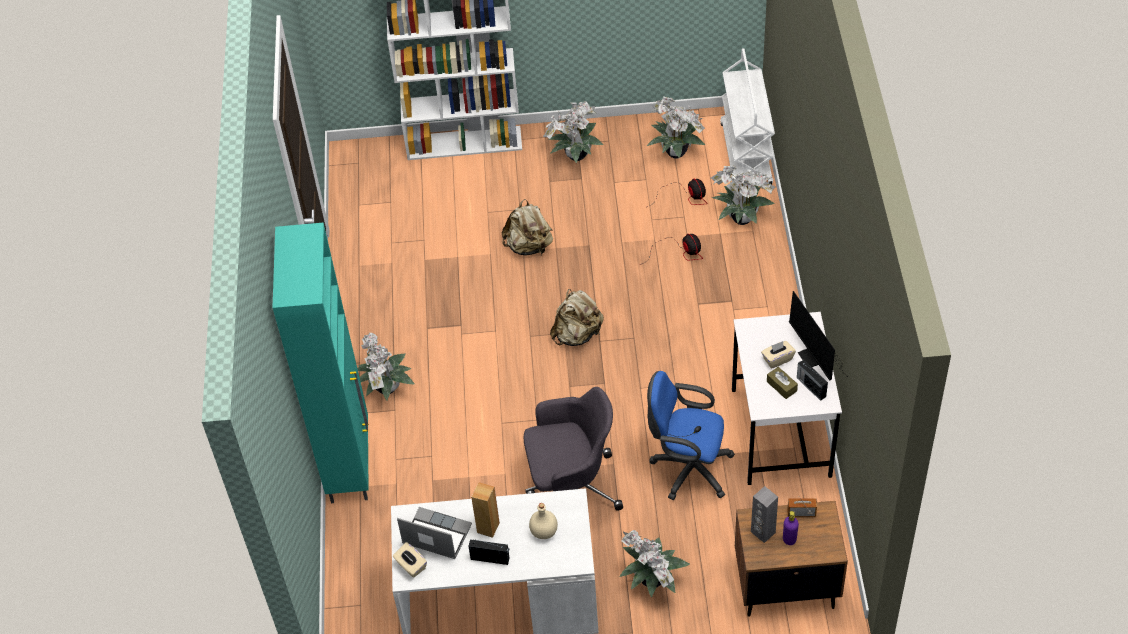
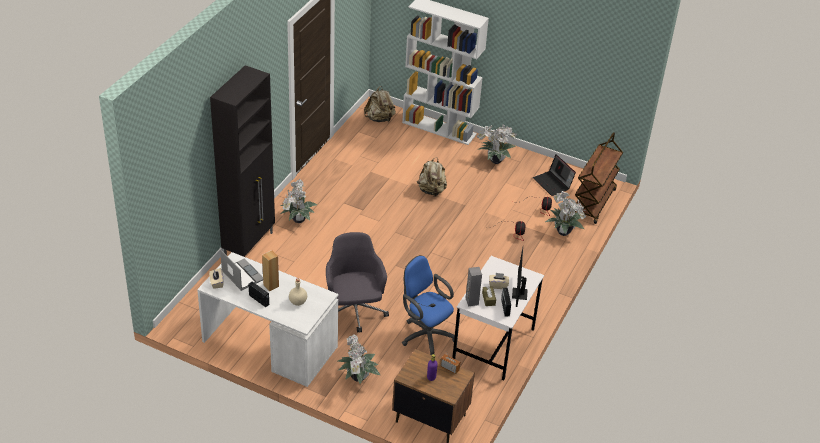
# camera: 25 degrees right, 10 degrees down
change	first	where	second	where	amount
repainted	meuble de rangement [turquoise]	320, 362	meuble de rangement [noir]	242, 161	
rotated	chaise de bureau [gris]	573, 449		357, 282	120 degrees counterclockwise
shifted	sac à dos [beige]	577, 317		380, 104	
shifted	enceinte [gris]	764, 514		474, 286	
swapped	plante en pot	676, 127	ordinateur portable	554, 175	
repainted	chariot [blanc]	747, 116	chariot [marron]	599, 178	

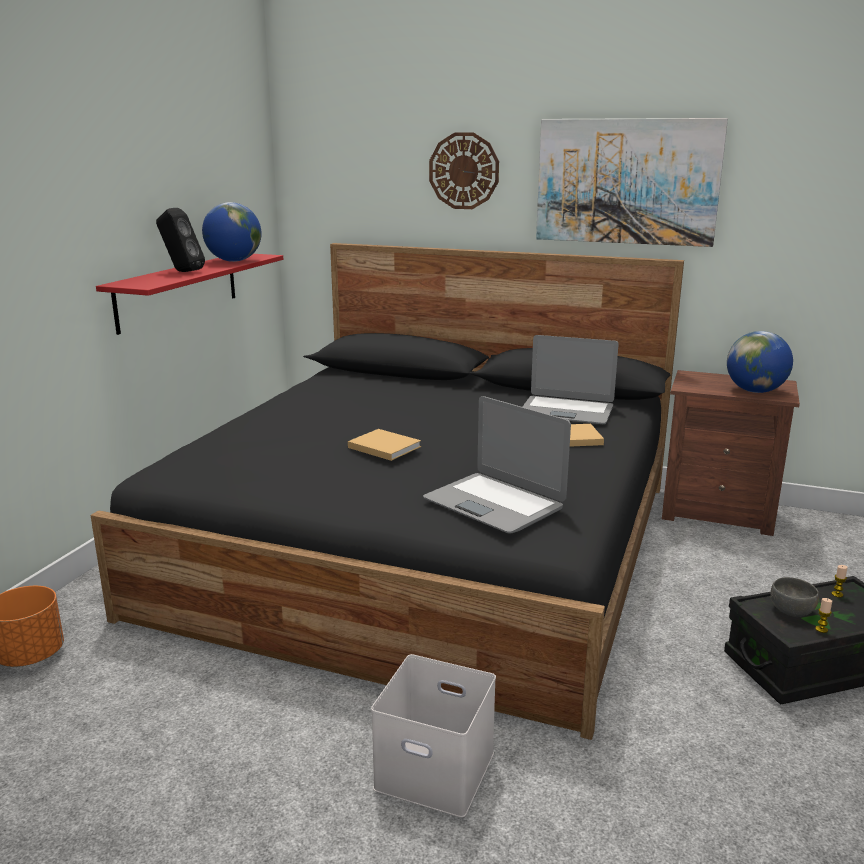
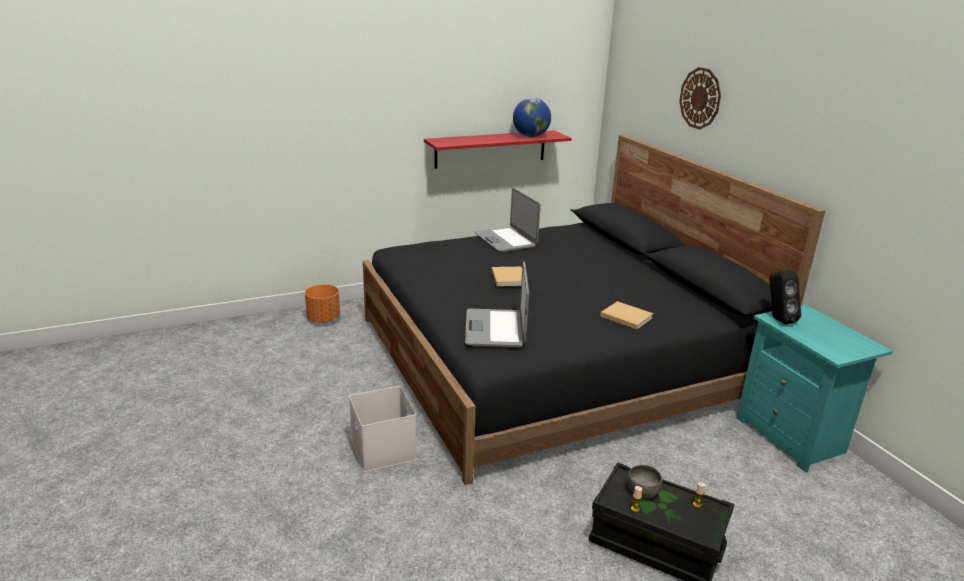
# camera: 45 degrees right, 5 degrees up
change	first	where	second	where	amount
shifted	ordinateur portable	571, 379		507, 220	
repainted	table de chevet [marron]	731, 453	table de chevet [turquoise]	814, 388	
shifted	enceinte [noir]	180, 240		785, 297	
gone	tableau	632, 182			
gone	globe	760, 362			

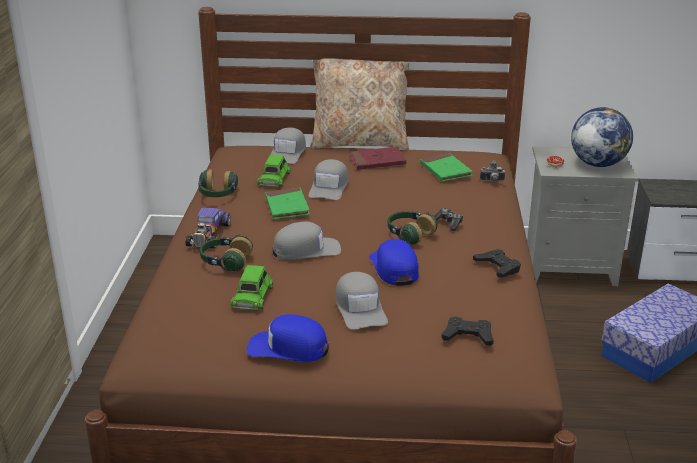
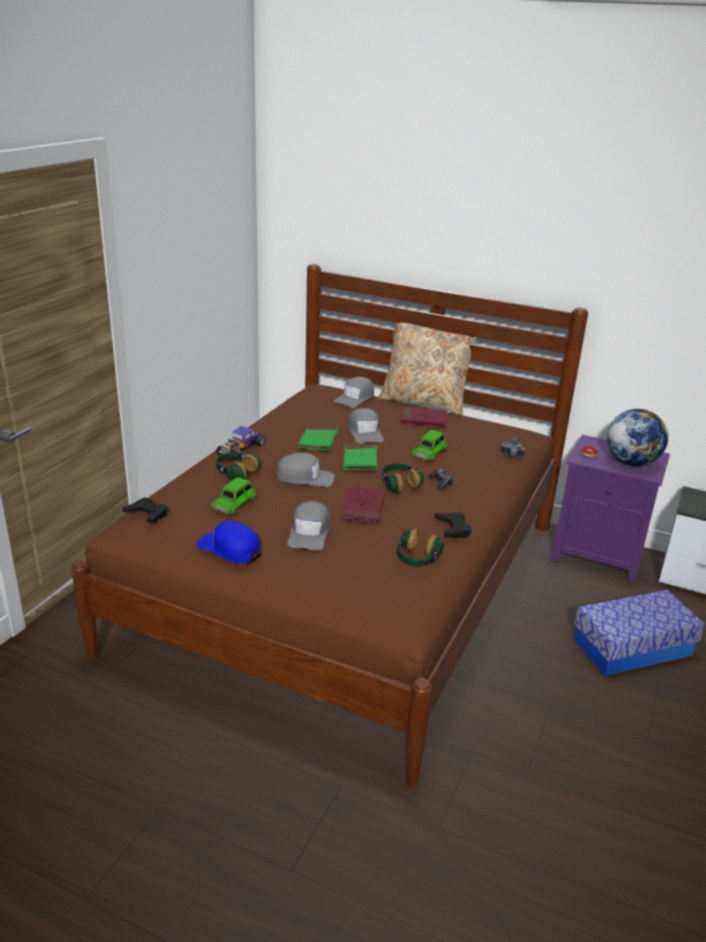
# camera: 20 degrees right, 0 degrees up
change	first	where	second	where	amount
shifted	manette [noir]	467, 331		145, 510	
swapped	casquette [bleu]	394, 262	livre [rouge]	363, 505	
shifted	livre [vert]	446, 167		360, 457	
rotated	casquette [gris]	328, 179		366, 425	45 degrees counterclockwise
shifted	casque audio	218, 183		420, 547	
shifted	petite voiture [vert]	273, 171		429, 445	
repainted	table de chevet [gris]	583, 216	table de chevet [violet]	611, 509	

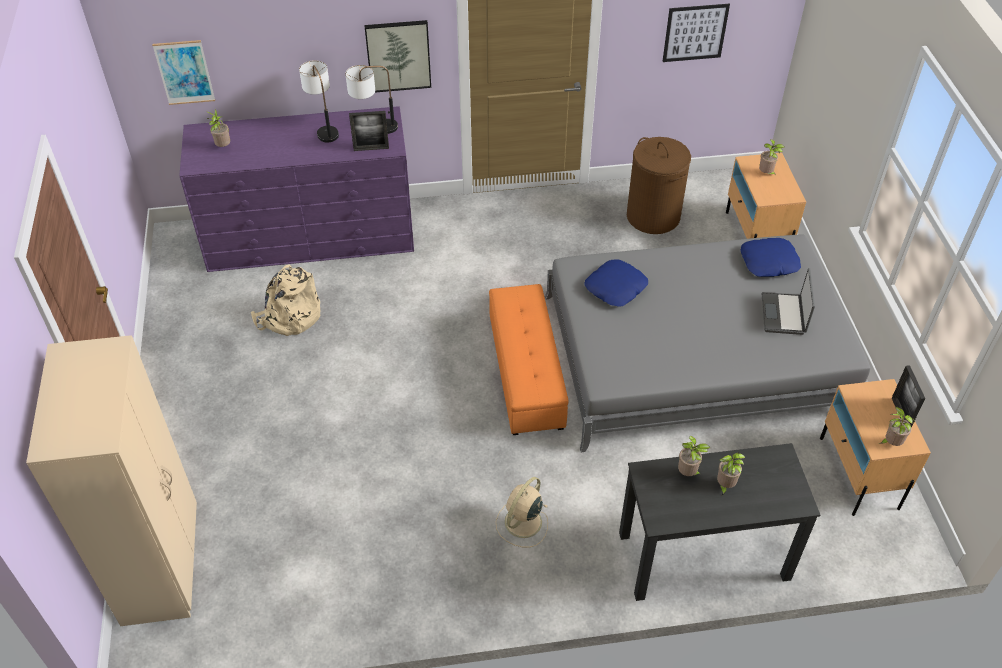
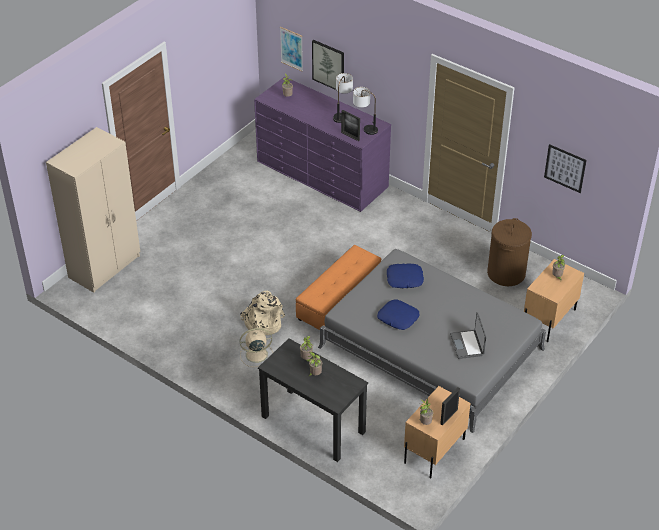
# camera: 45 degrees right, 5 degrees down
change	first	where	second	where	amount
shifted	sac à dos [beige]	285, 300		262, 313	
shifted	tableau	397, 56		328, 65	
shifted	coussin [bleu]	771, 257		398, 315	
rotated	ordinateur portable	788, 301		468, 335	60 degrees counterclockwise

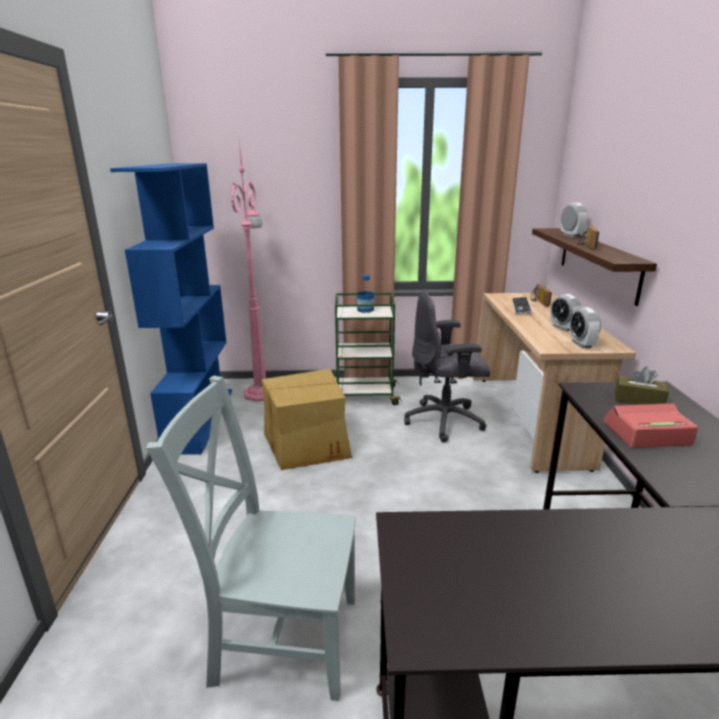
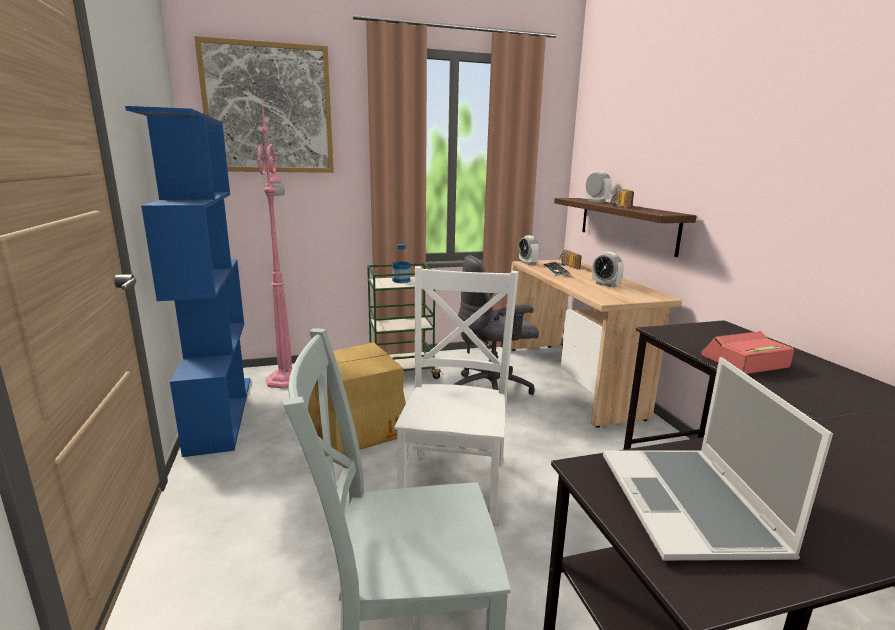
# camera: 15 degrees left, 5 degrees down
change	first	where	second	where	amount
new			tableau	264, 104	
new			chaise [blanc]	456, 395	
shifted	réveil	585, 327		529, 250	
new			ordinateur portable	718, 459	
gone	boîte à mouchoirs [marron]	642, 386			

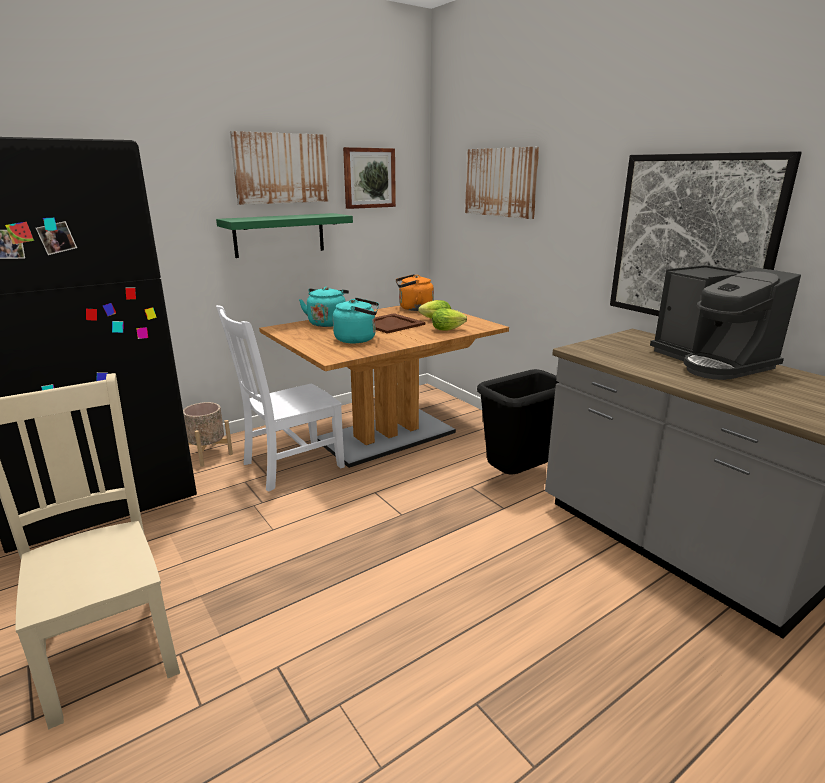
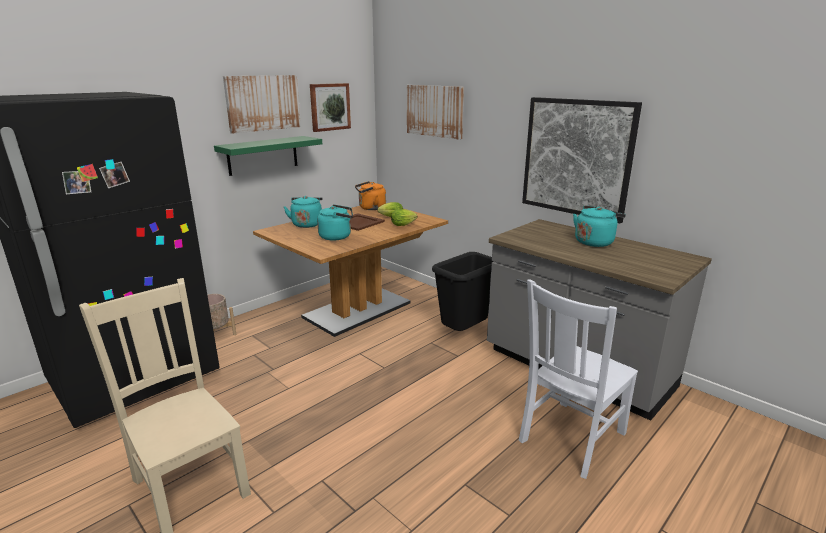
# camera: 10 degrees left, 0 degrees up
change	first	where	second	where	amount
shifted	chaise [blanc]	280, 398		578, 379	
swapped	machine à café	725, 322	bouilloire [turquoise]	599, 226	

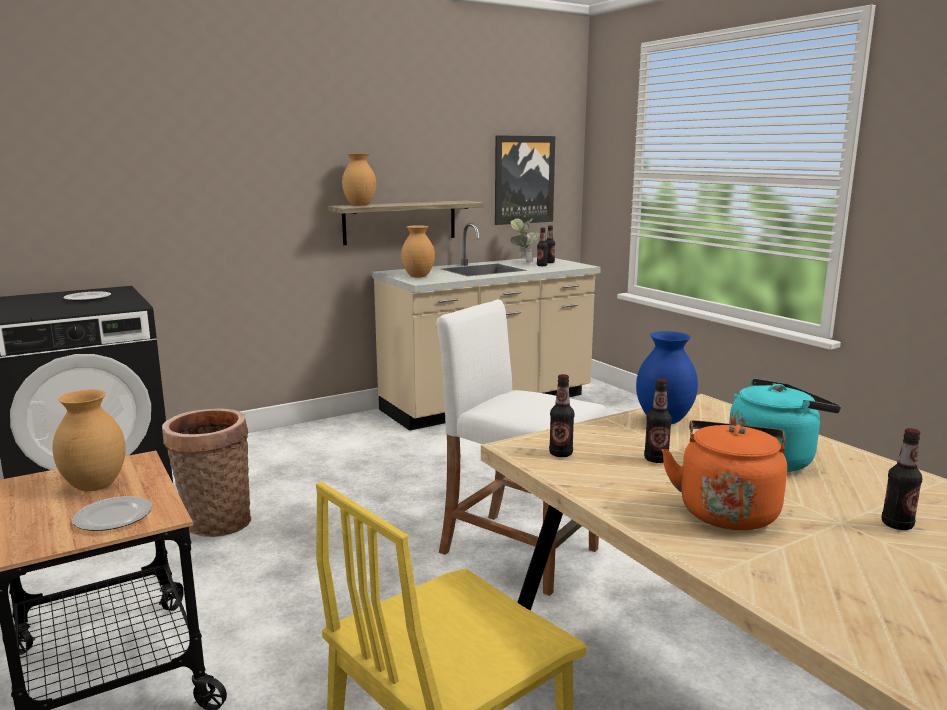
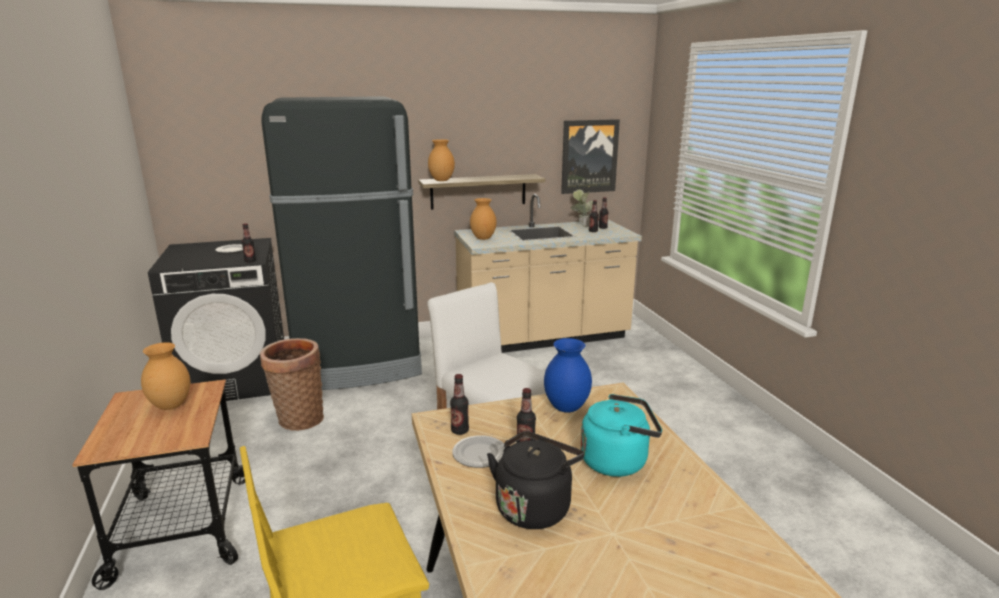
# camera: 15 degrees right, 5 degrees up
change	first	where	second	where	amount
shifted	bouteille	902, 479		249, 243	
new			réfrigérateur [noir]	341, 243	
shifted	assiette	112, 513		478, 451	
repainted	bouilloire [orange]	724, 475	bouilloire [noir]	535, 480	

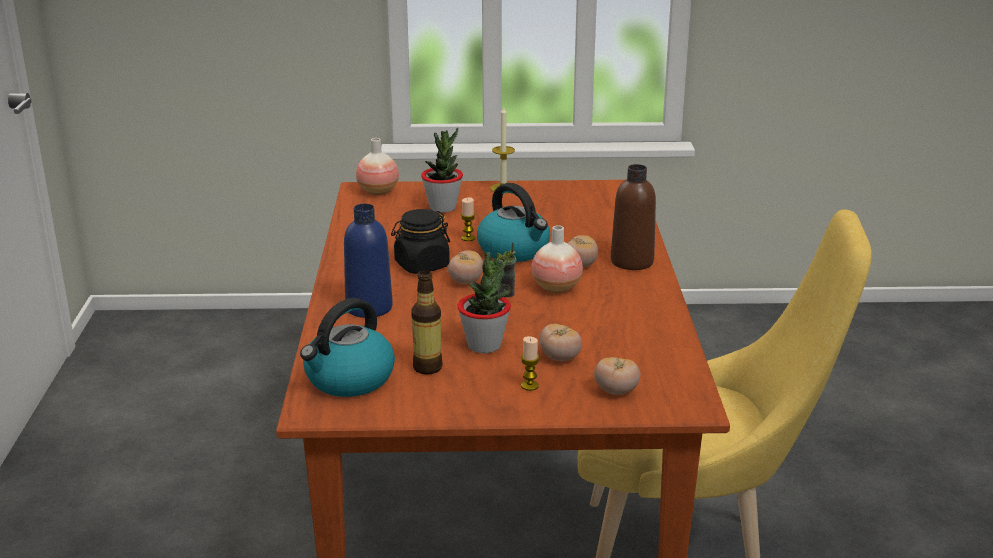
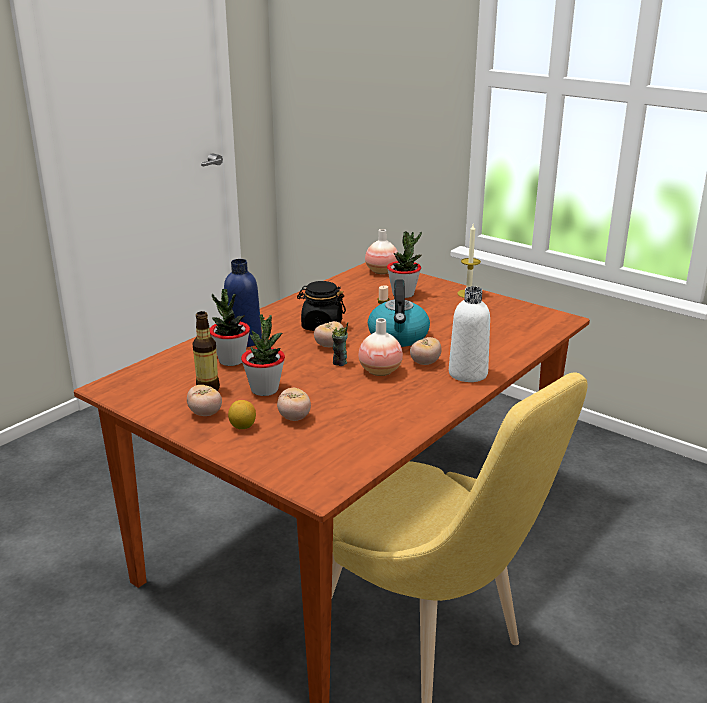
# camera: 40 degrees right, 0 degrees up
change	first	where	second	where	amount
shifted	tomate	617, 376		204, 400	
new			plante en pot	230, 327	
swapped	bougie	530, 363	citron	242, 414	
repainted	bouteille [marron]	633, 217	bouteille [blanc]	469, 334	
gone	bouilloire	347, 347			

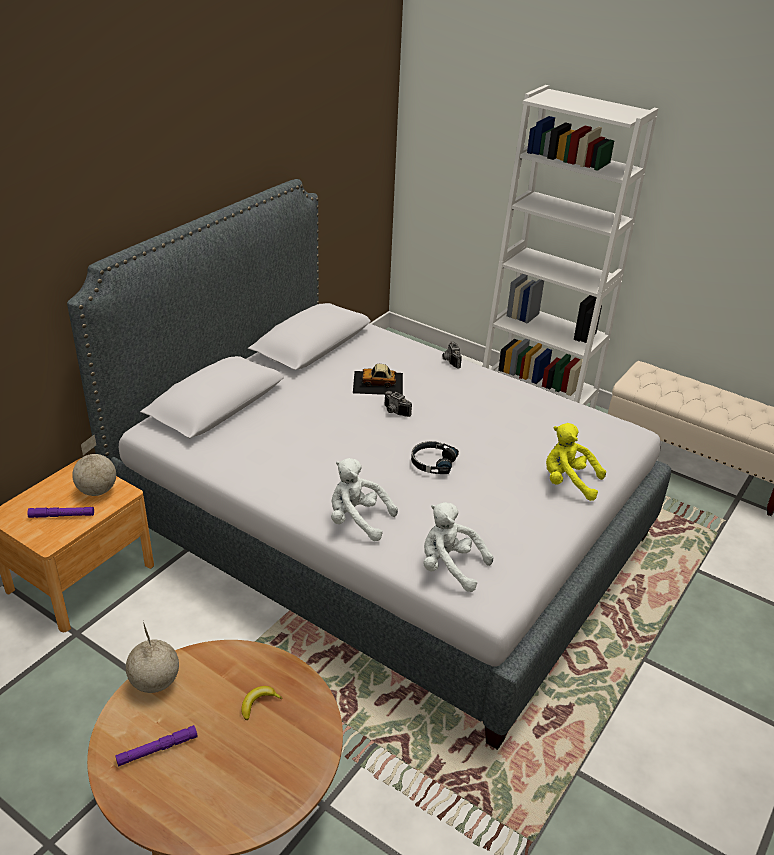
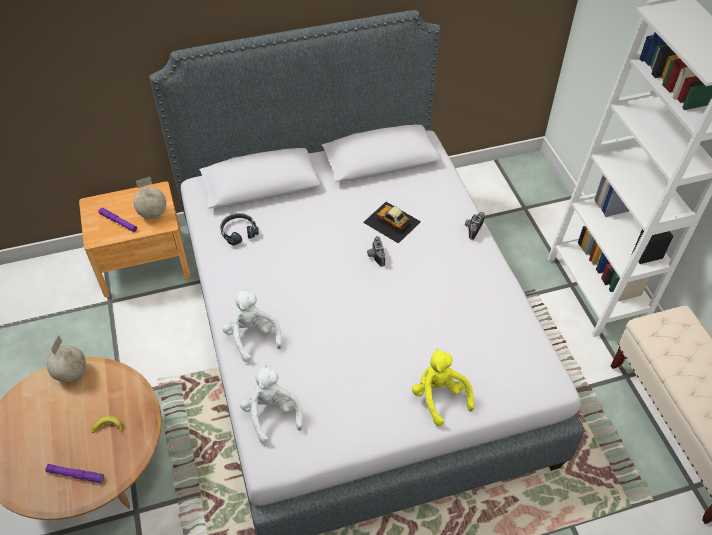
# camera: 40 degrees right, 15 degrees up
change	first	where	second	where	amount
shifted	lampe de poche [violet]	156, 746		74, 473	
shifted	casque audio [noir]	435, 457		239, 229	

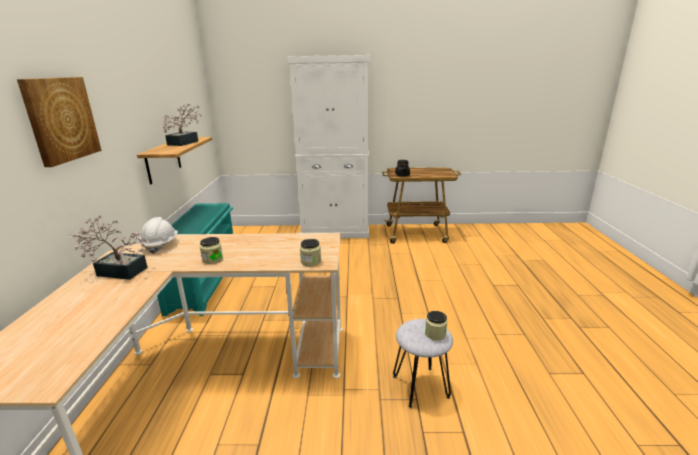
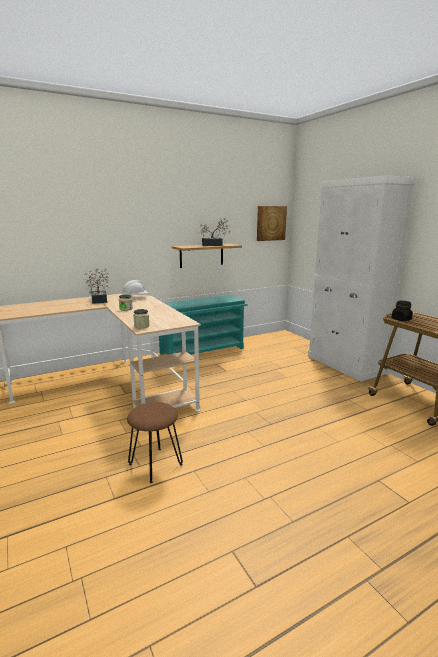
# camera: 60 degrees right, 5 degrees down
change	first	where	second	where	amount
repainted	tabouret [gris]	423, 363	tabouret [marron]	155, 442	
shifted	tableau	59, 122		272, 223	
gone	bocal	436, 326			

